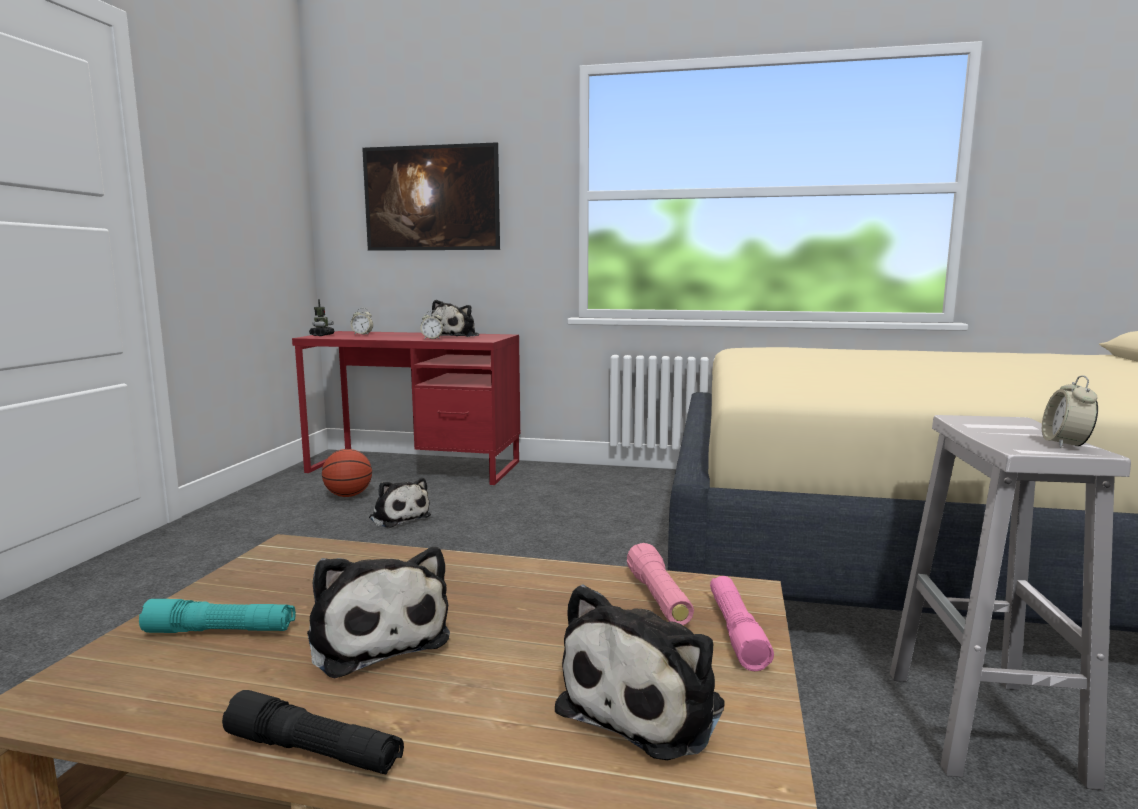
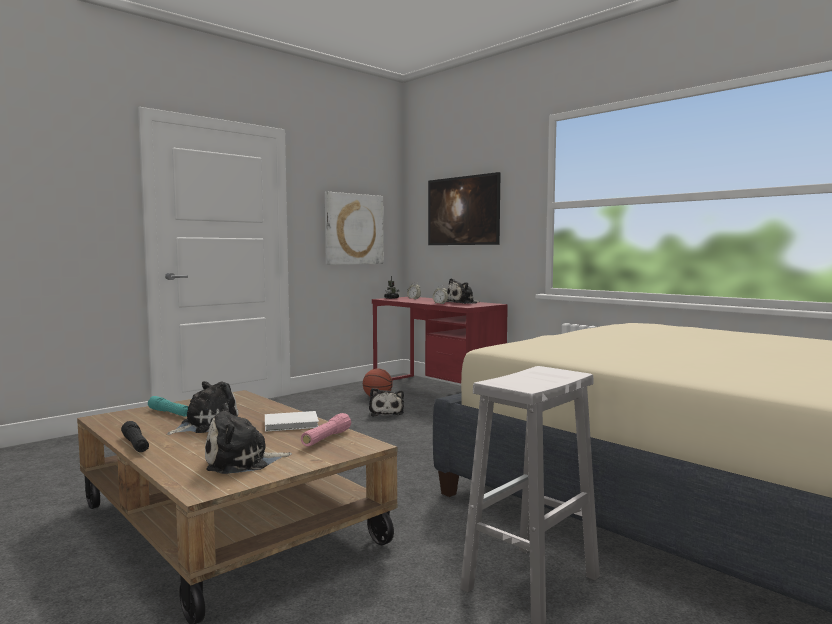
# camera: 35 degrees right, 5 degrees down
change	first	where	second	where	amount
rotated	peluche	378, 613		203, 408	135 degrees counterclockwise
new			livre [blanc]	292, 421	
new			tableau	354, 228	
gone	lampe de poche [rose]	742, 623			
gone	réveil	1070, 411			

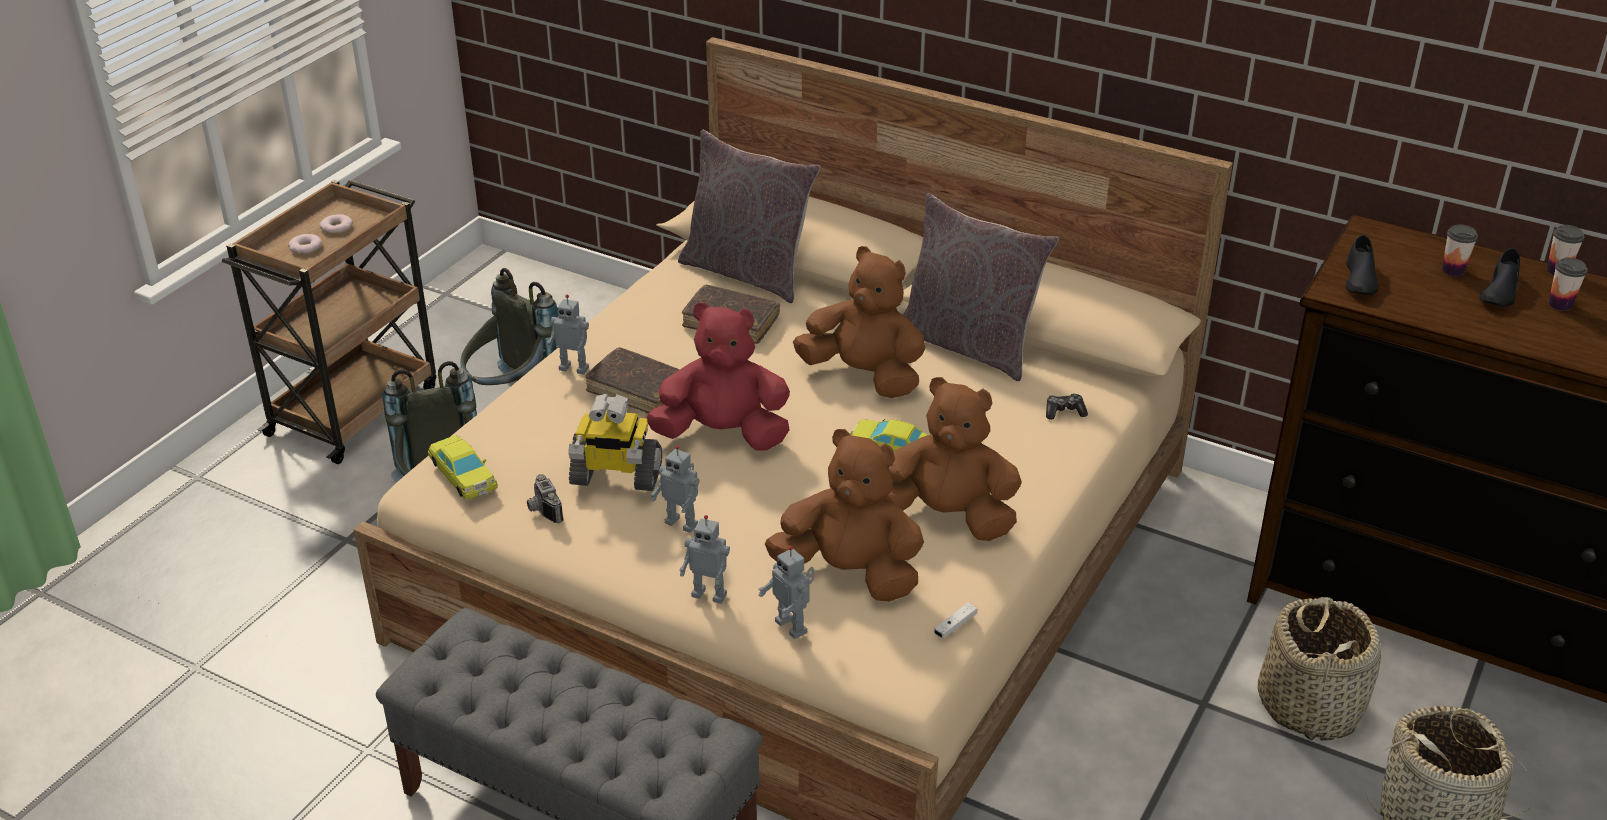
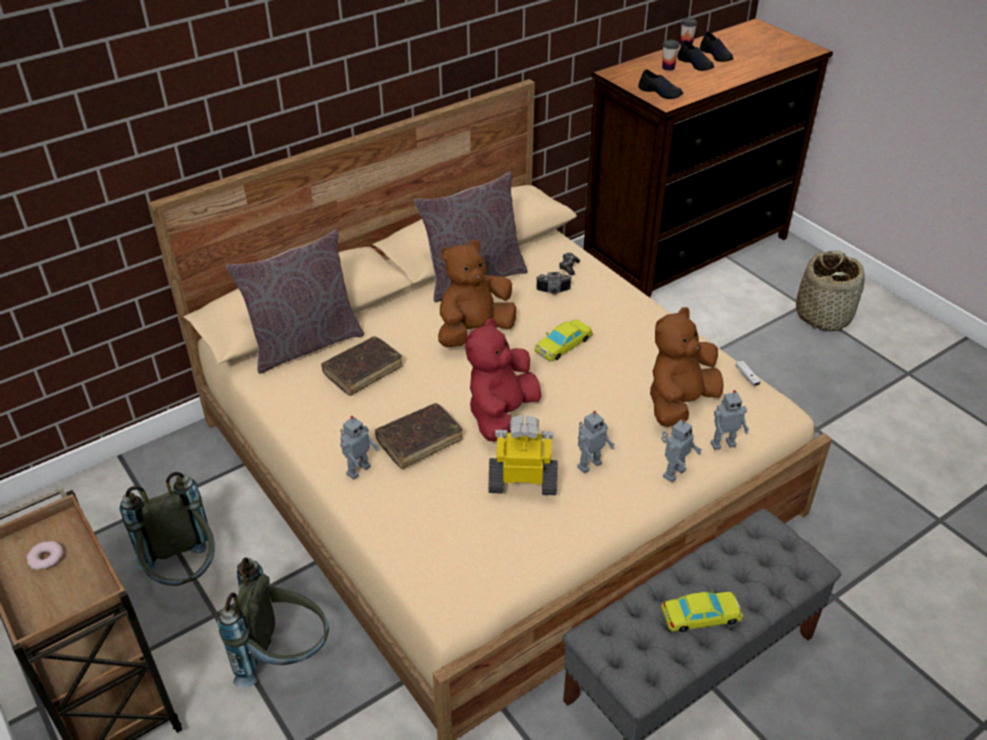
# camera: 65 degrees left, 5 degrees up
change	first	where	second	where	amount
rotated	robot jouet	615, 442		523, 455	120 degrees counterclockwise
shifted	appareil photo	545, 498		553, 283	
shifted	petite voiture [jaune]	463, 467		702, 611	
swapped	tasse	1568, 284	chaussure [noir]	716, 46	
gone	beignet	305, 244			
gone	peluche [marron]	953, 459			
gone	panier	1319, 669			

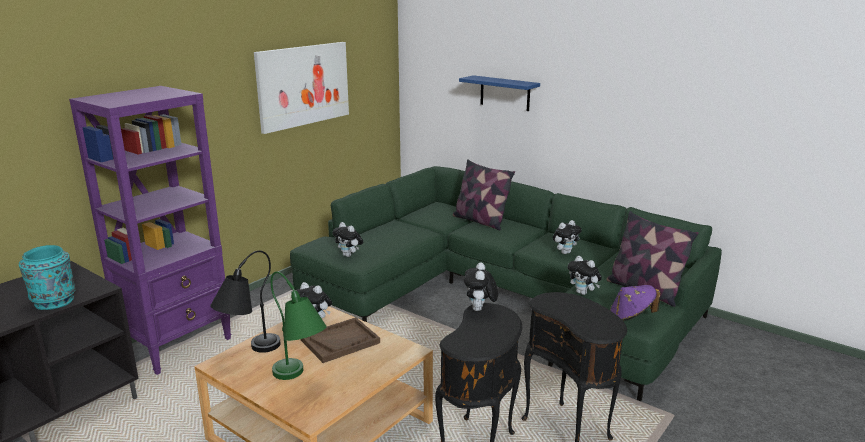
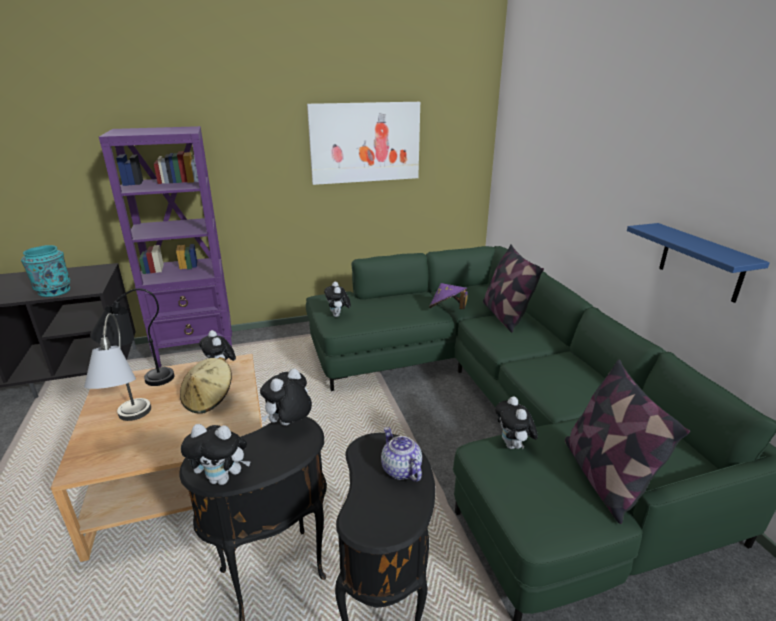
# camera: 35 degrees right, 5 degrees up
change	first	where	second	where	amount
repainted	lampe de table [vert]	299, 325	lampe de table [gris]	117, 367	
swapped	plateau [marron]	340, 340	chapeau [beige]	206, 385	
shifted	peluche	567, 237		216, 454	
new			théière	401, 454	
shifted	chapeau [violet]	635, 303		448, 296	
shifted	étagère [bleu]	499, 93		698, 263	

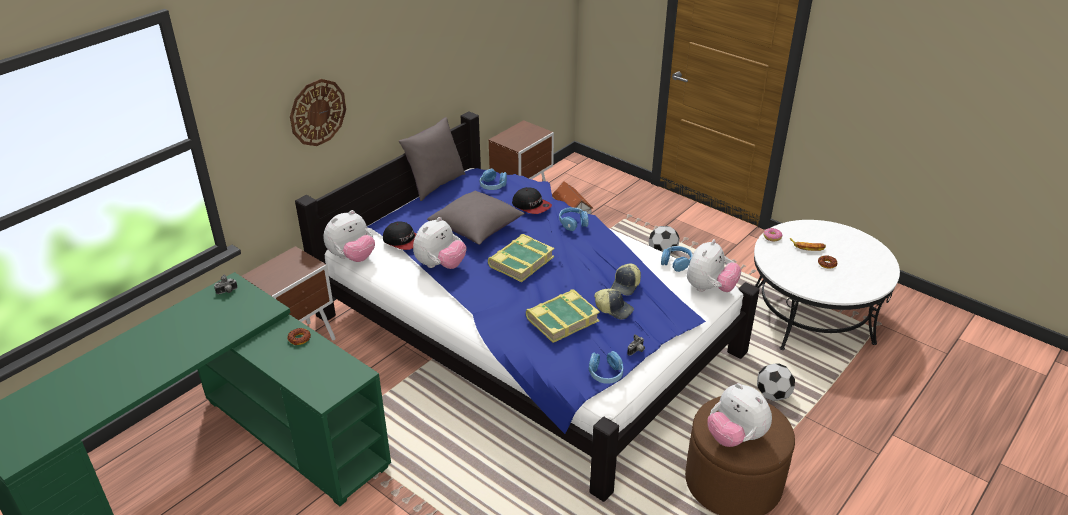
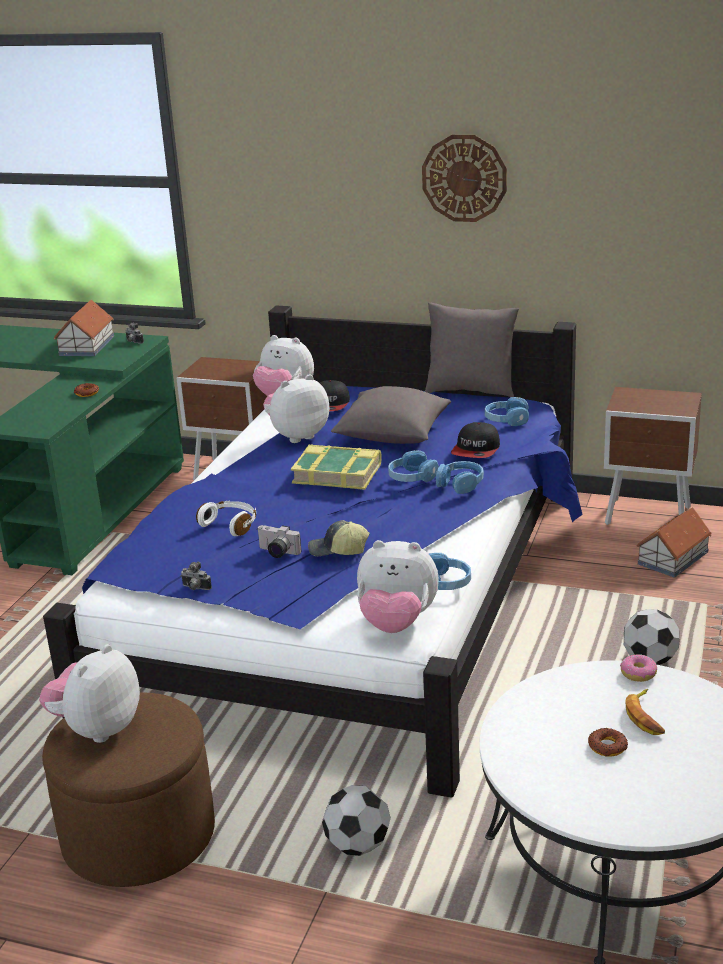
# camera: 70 degrees right, 10 degrees down
change	first	where	second	where	amount
new			maison miniature	84, 328	
swapped	livre	563, 316	casque audio [blanc]	226, 518	
swapped	casquette	614, 304	appareil photo	280, 541	
rotated	peluche	440, 243		296, 408	135 degrees clockwise
shifted	casque audio [bleu]	606, 367		413, 466	
shifted	horloge murale	318, 112		464, 178	

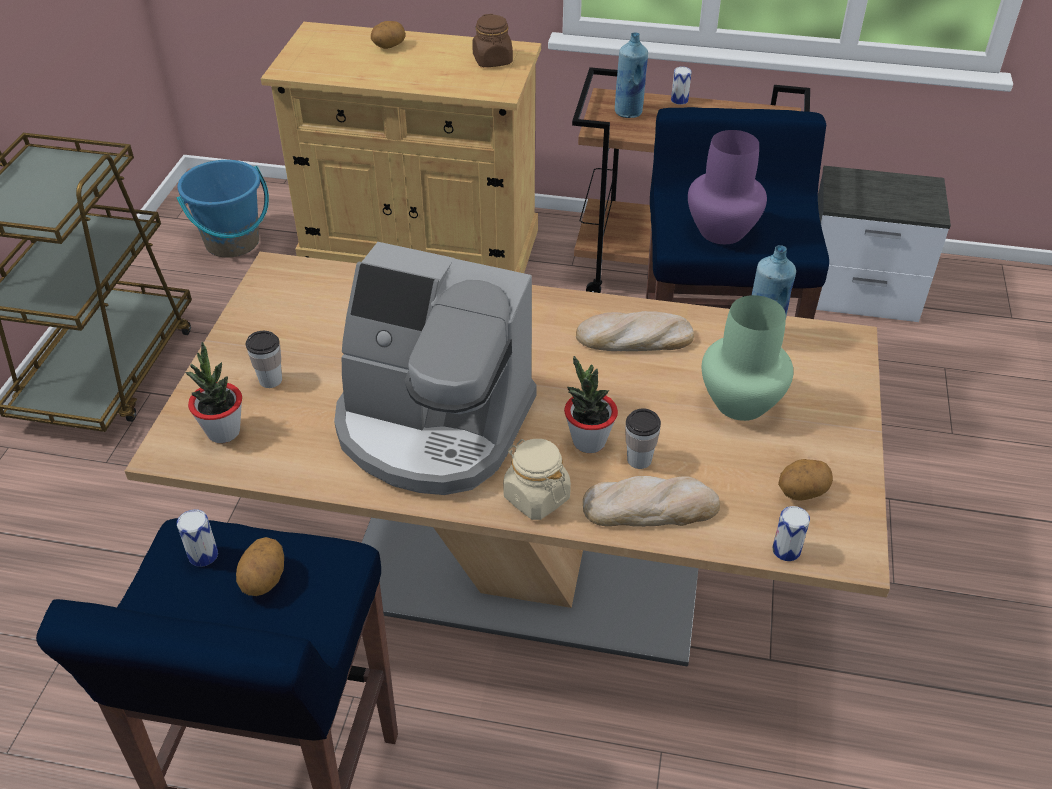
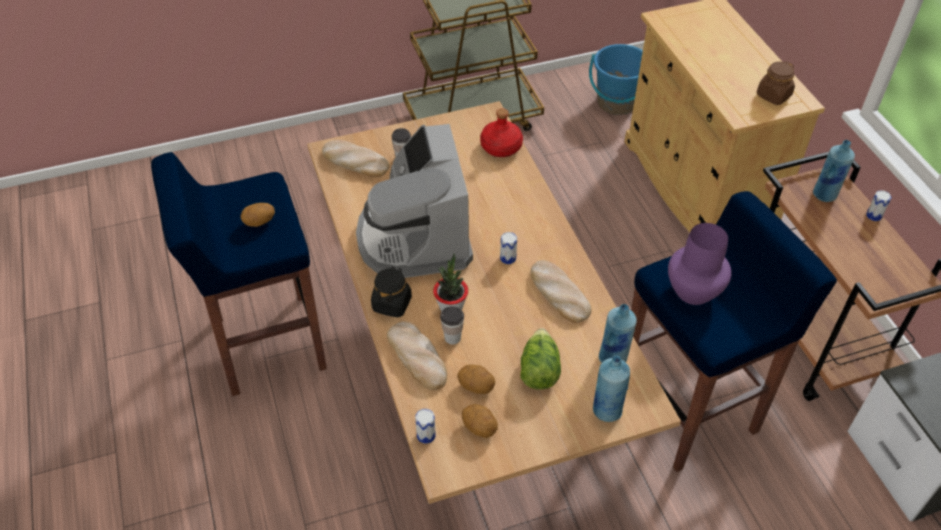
# camera: 60 degrees right, 5 degrees up
change	first	where	second	where	amount
swapped	plante en pot	213, 392	pain	355, 158	
repainted	bocal [beige]	537, 479	bocal [noir]	391, 292	
shifted	pomme de terre	388, 35		476, 379	
new			bouteille [rouge]	501, 132	
shifted	boîte métallique	197, 538		508, 248	
swapped	vase [vert]	747, 358	laitue	540, 359	
new			bouteille [bleu]	611, 388	

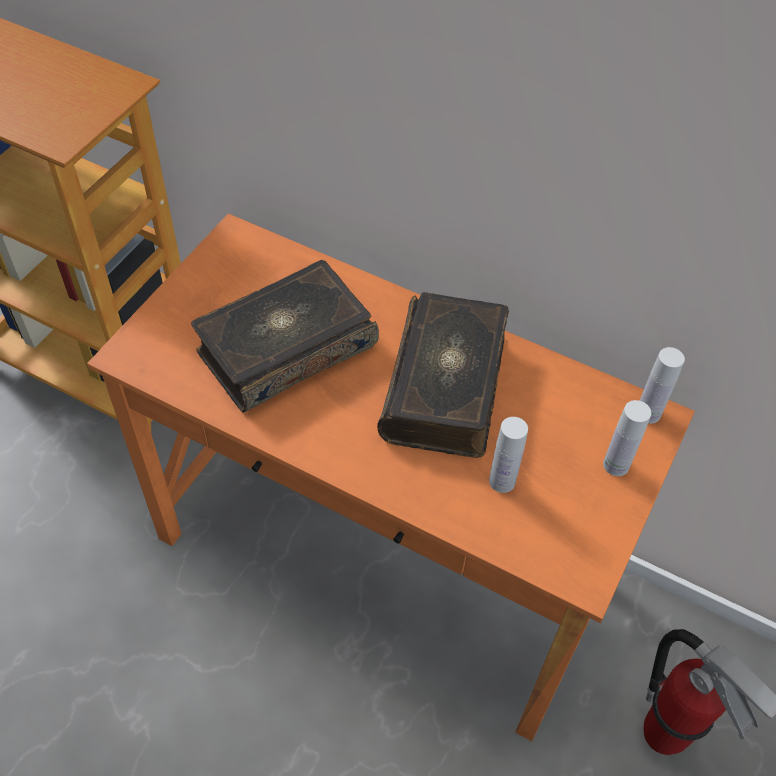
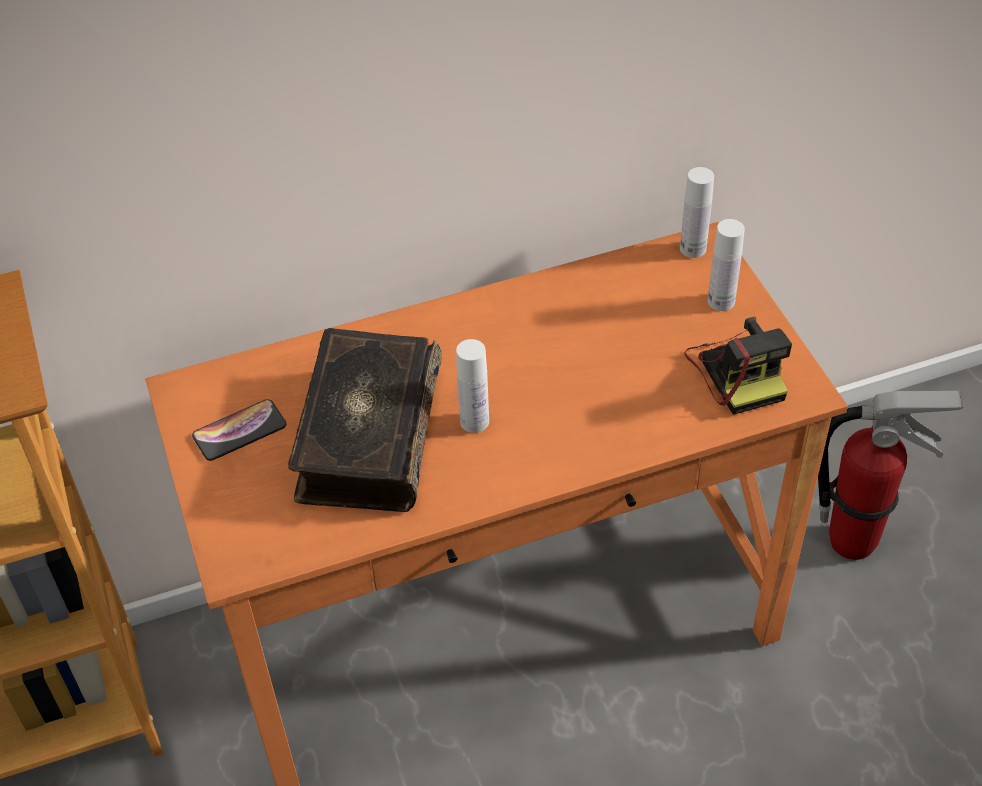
# camera: 45 degrees left, 5 degrees down
change	first	where	second	where	amount
new			téléphone	239, 430	
shifted	bouteille [blanc]	508, 455		472, 386	
new			appareil photo	738, 366	
gone	livre	443, 375			

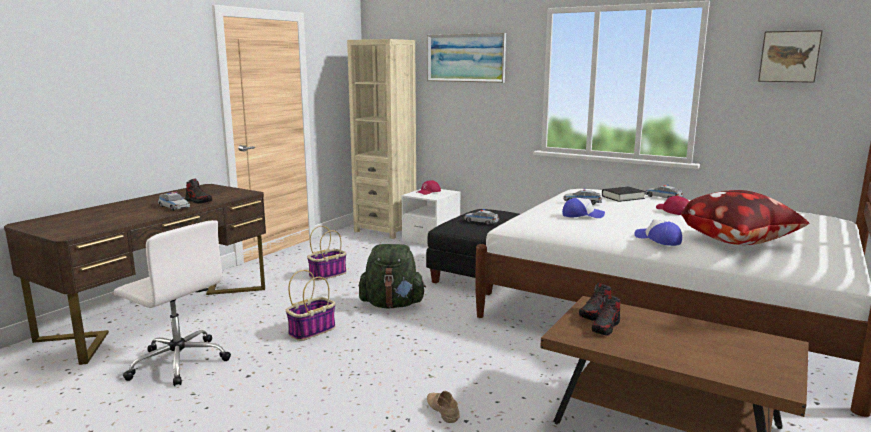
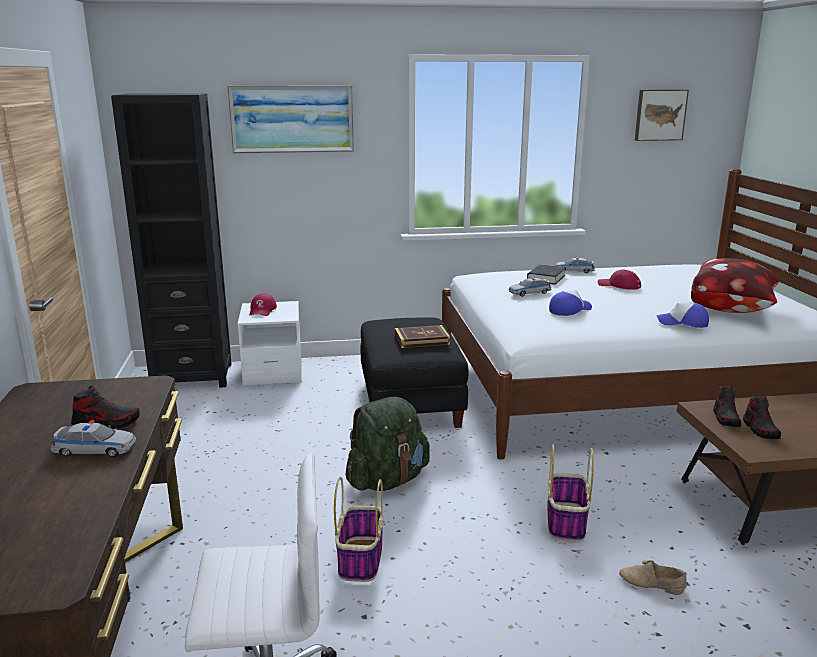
# camera: 40 degrees left, 5 degrees up
change	first	where	second	where	amount
repainted	bibliothèque [beige]	381, 139	bibliothèque [noir]	171, 240	
swapped	petite voiture	481, 217	livre	422, 336	
shifted	panier	327, 253		571, 493	

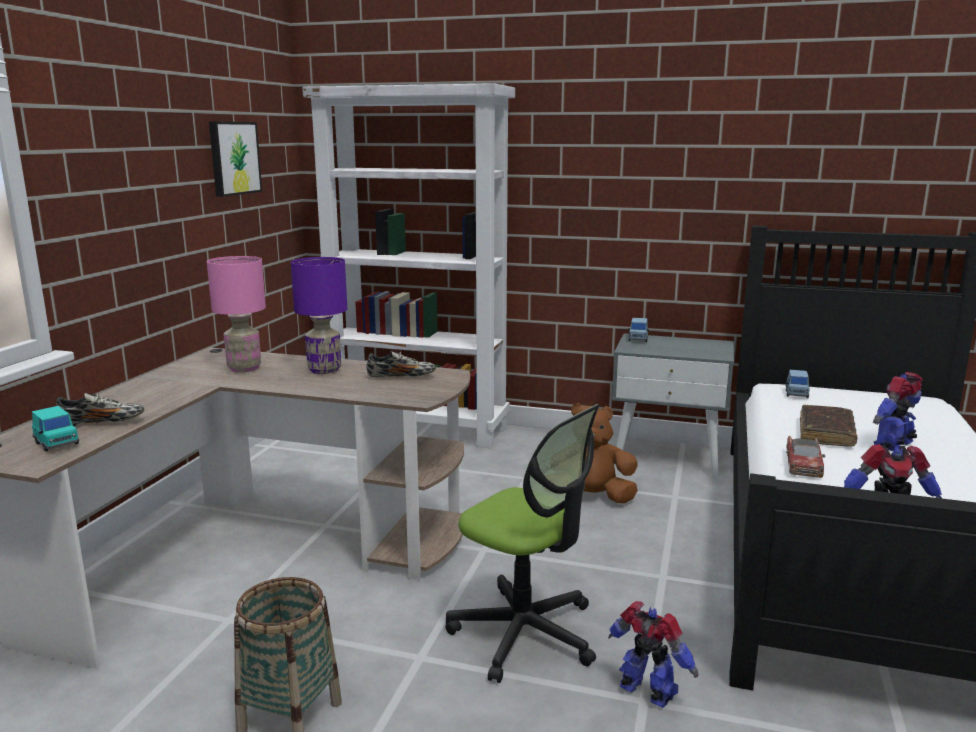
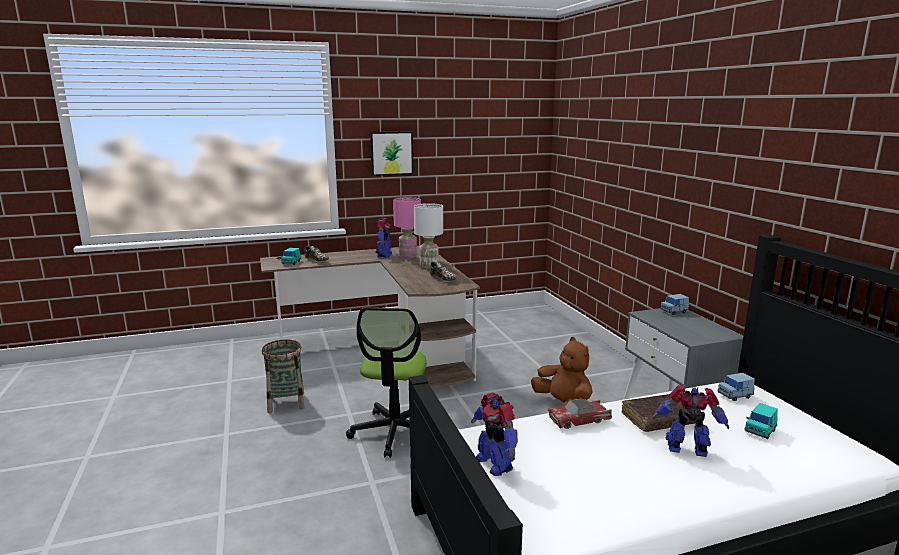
# camera: 55 degrees right, 0 degrees up
change	first	where	second	where	amount
shifted	tableau	235, 159		391, 153	
shifted	robot jouet	654, 654		384, 238	
repainted	lampe de table [violet]	319, 315	lampe de table [blanc]	428, 236	
new			petite voiture [turquoise]	761, 421	
gone	bibliothèque [blanc]	408, 265			

